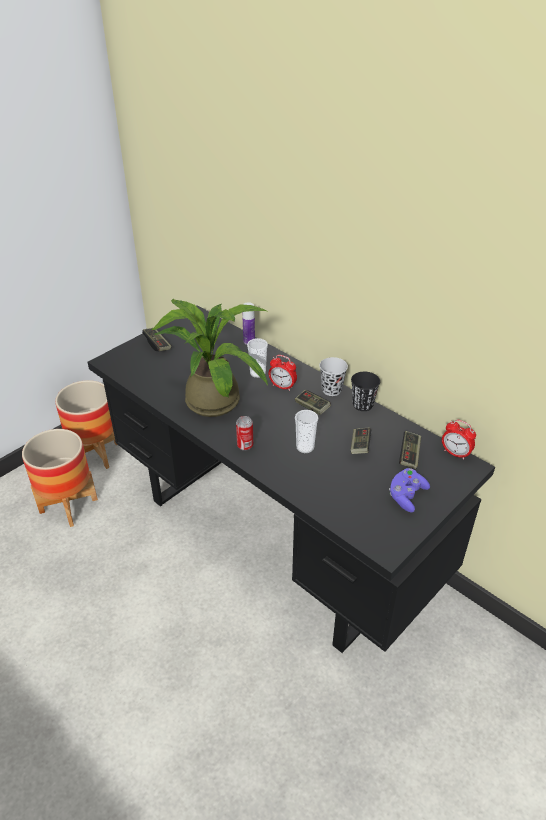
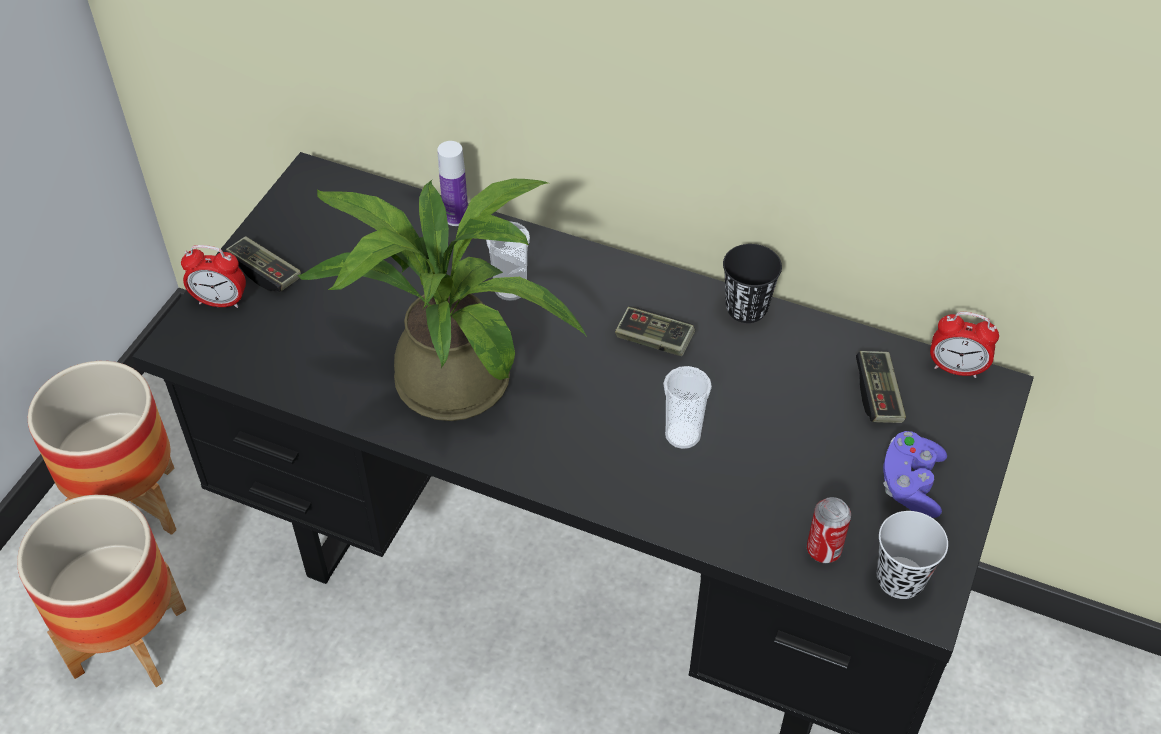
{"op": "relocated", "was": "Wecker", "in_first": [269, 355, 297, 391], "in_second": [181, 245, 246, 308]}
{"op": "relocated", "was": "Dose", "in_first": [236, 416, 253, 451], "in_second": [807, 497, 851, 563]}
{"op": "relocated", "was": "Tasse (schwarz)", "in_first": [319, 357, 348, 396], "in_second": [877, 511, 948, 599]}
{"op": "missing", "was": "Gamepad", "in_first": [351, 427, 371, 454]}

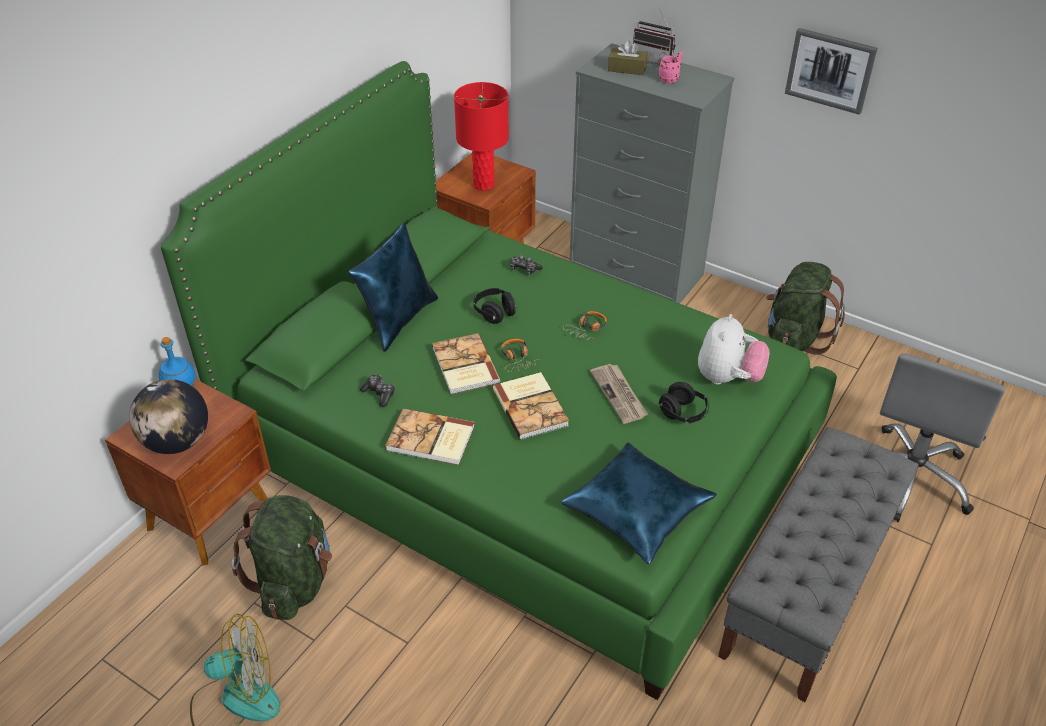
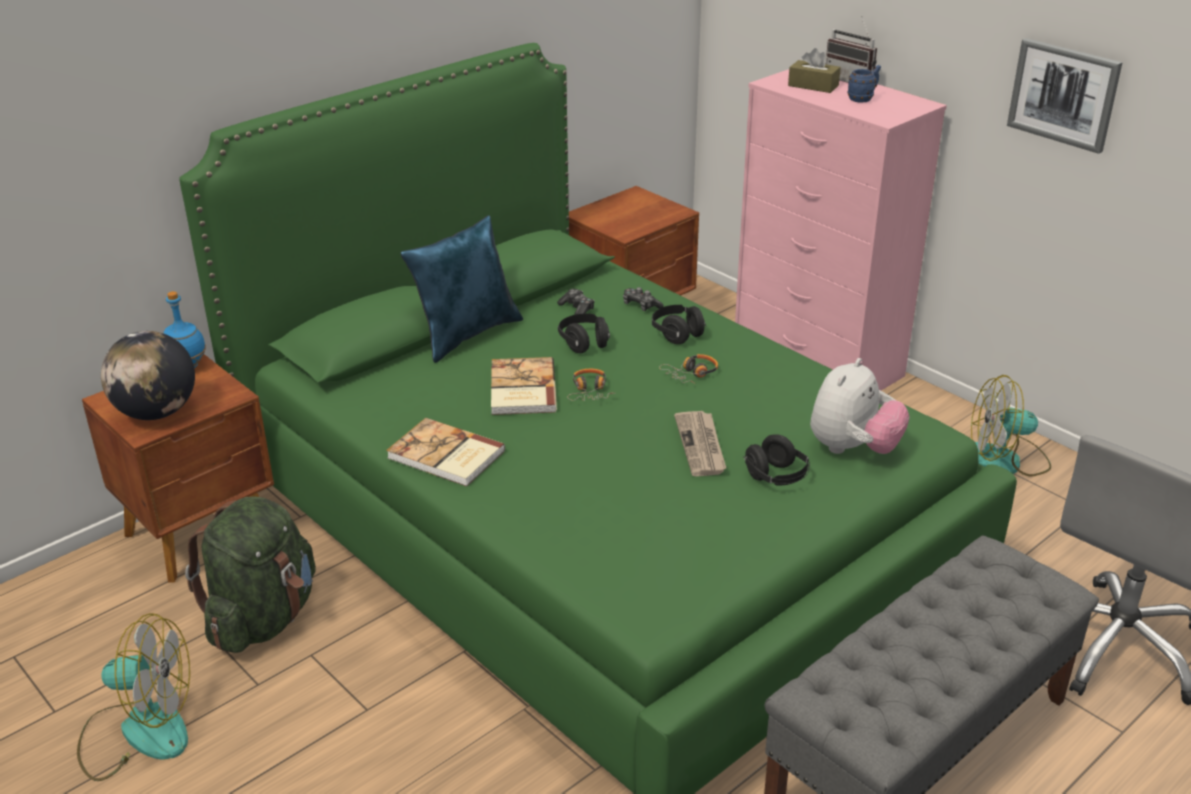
{"op": "relocated", "was": "Gamepad", "in_first": [360, 375, 395, 407], "in_second": [557, 289, 595, 315]}
{"op": "appeared", "now": "Kopfhörer (schwarz)", "in_second": [652, 305, 706, 344]}
{"op": "colour", "was": "Kommode (grau)", "now": "Kommode (rosa)", "in_first": [570, 43, 734, 303], "in_second": [735, 69, 947, 391]}
{"op": "colour", "was": "Henkelbecher (rosa)", "now": "Henkelbecher (blau)", "in_first": [659, 51, 683, 83], "in_second": [848, 65, 881, 103]}
{"op": "exchanged", "was": "Rucksack (grün)", "now": "Ventilator", "in_first": [766, 262, 845, 355], "in_second": [971, 375, 1051, 476]}
{"op": "missing", "was": "Tischlampe (rot)", "in_first": [454, 82, 509, 191]}
{"op": "missing", "was": "Buch", "in_first": [493, 372, 569, 440]}
{"op": "missing", "was": "Kissen (blau)", "in_first": [561, 443, 717, 564]}

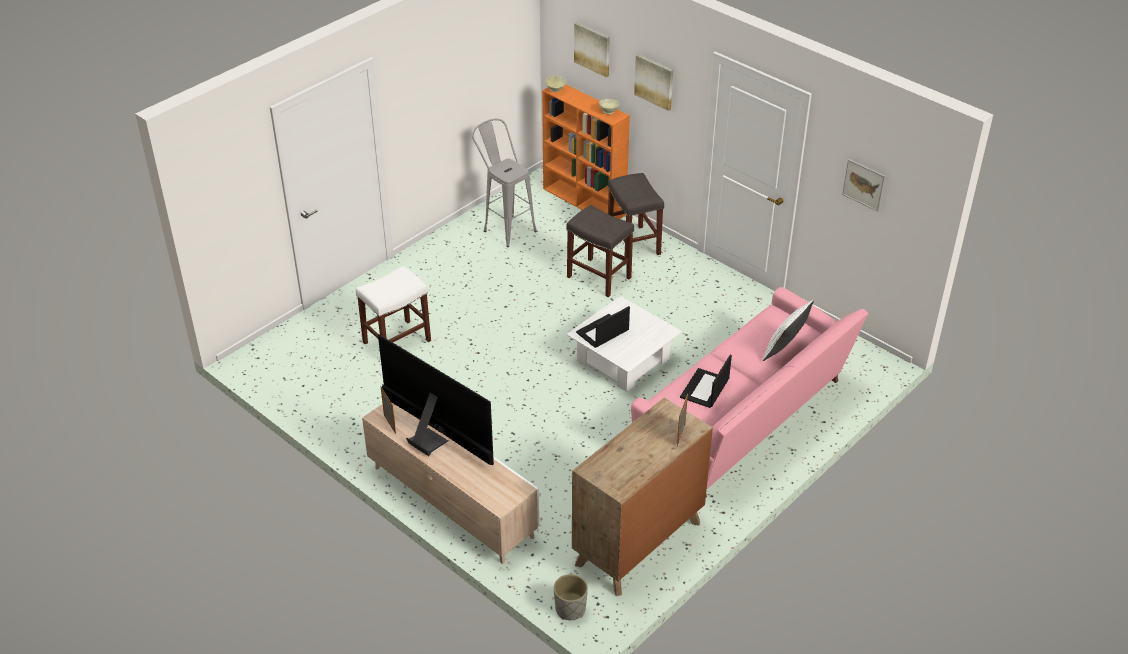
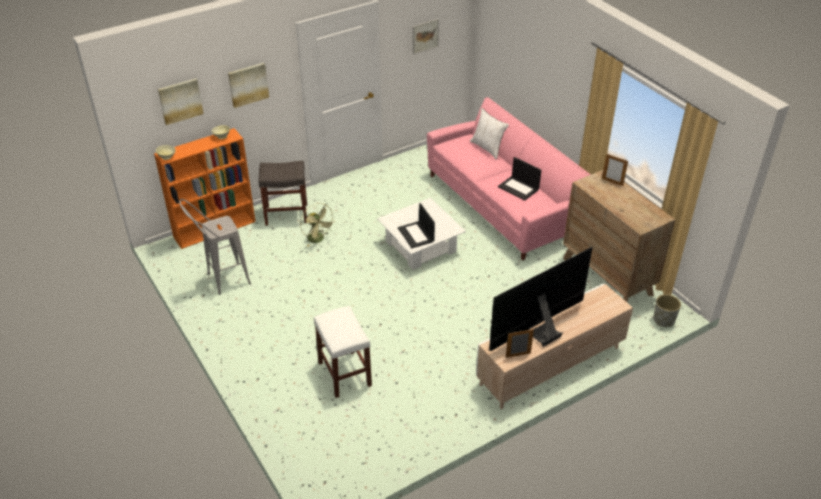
{"op": "exchanged", "was": "Hocker (grau)", "now": "Ventilator (grün)", "in_first": [566, 205, 634, 297], "in_second": [300, 203, 336, 247]}

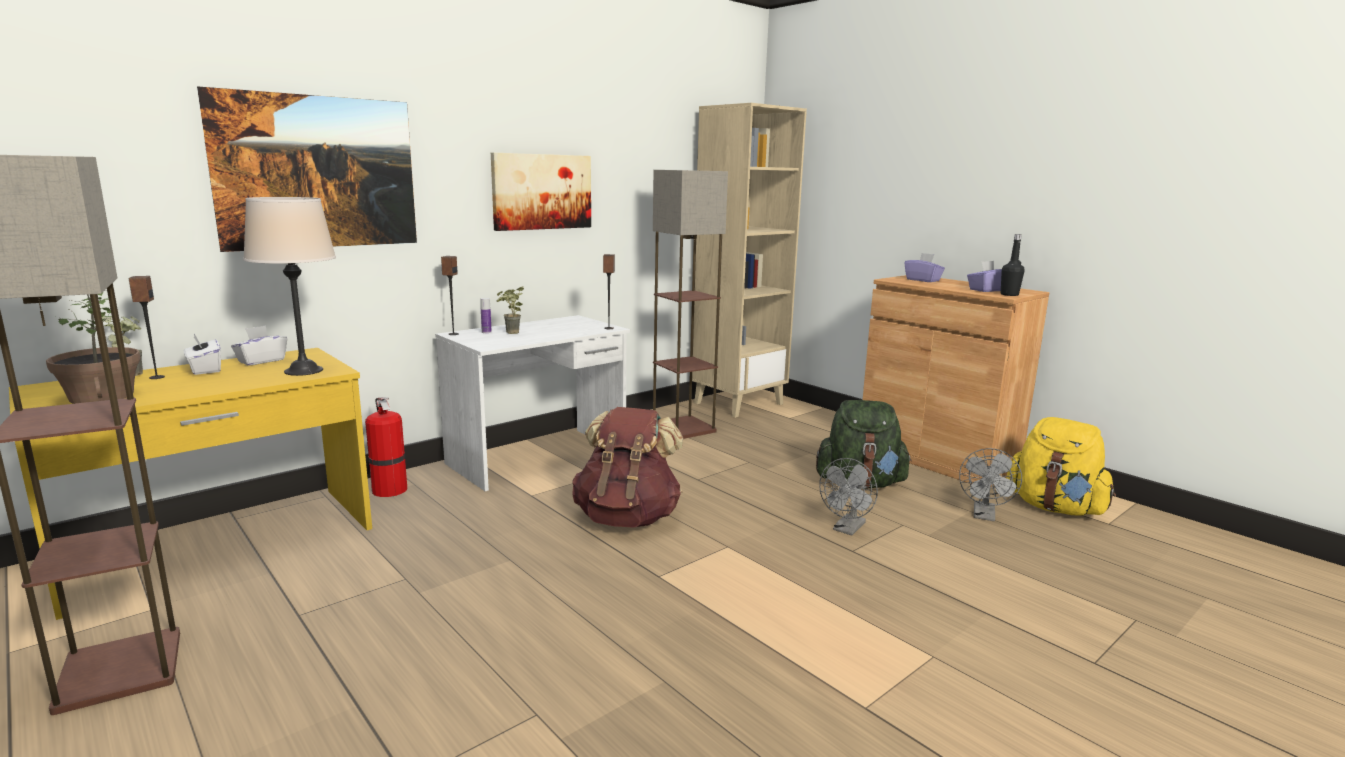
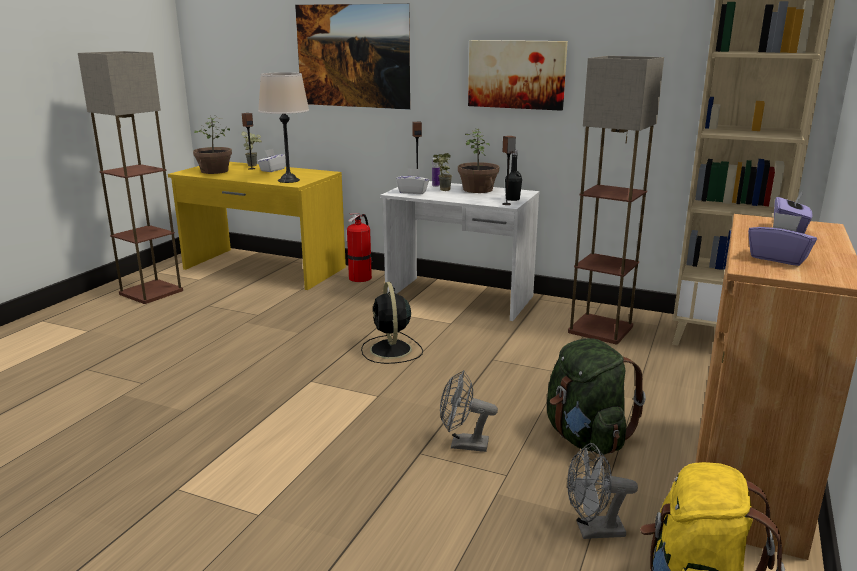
{"op": "exchanged", "was": "Rucksack (braun)", "now": "Ventilator (schwarz)", "in_first": [572, 407, 683, 528], "in_second": [361, 282, 423, 364]}
{"op": "relocated", "was": "Taschentuchbox (weiß)", "in_first": [231, 325, 287, 366], "in_second": [396, 168, 429, 194]}
{"op": "appeared", "now": "Topfpflanze", "in_second": [458, 128, 499, 193]}
{"op": "relocated", "was": "Flasche (schwarz)", "in_first": [1001, 234, 1024, 296], "in_second": [505, 150, 522, 201]}

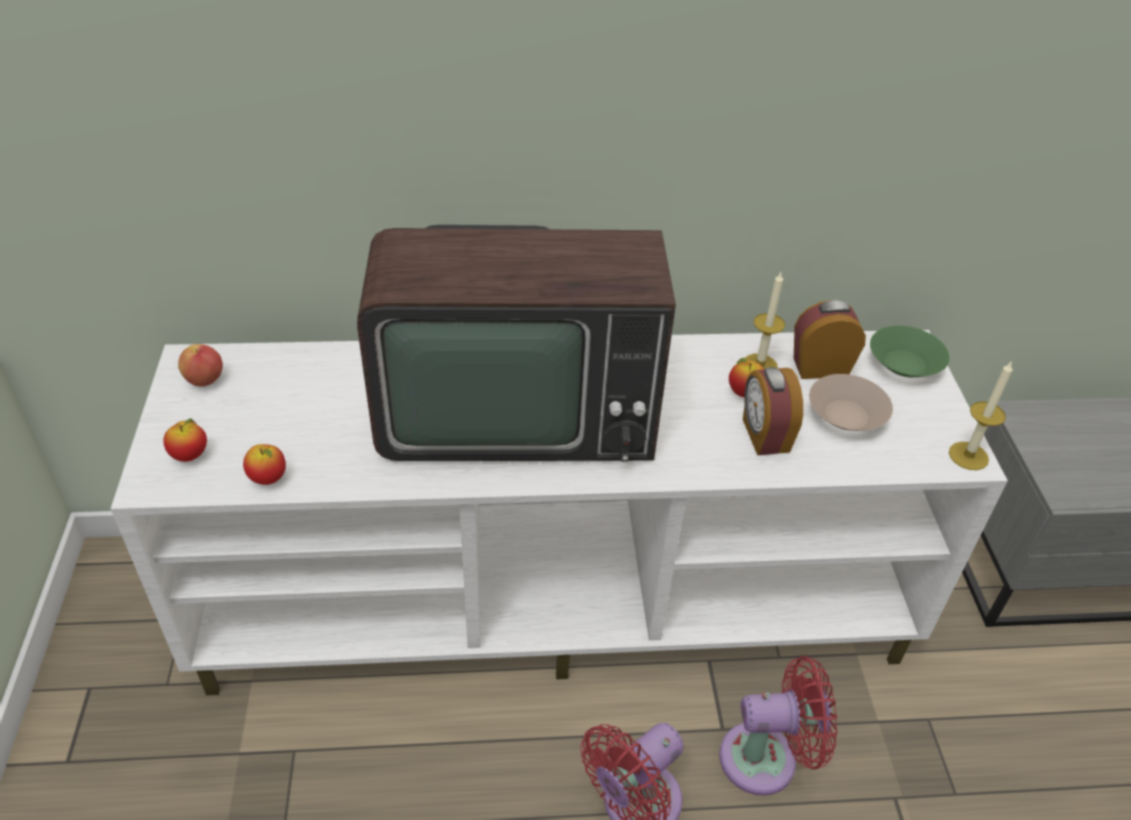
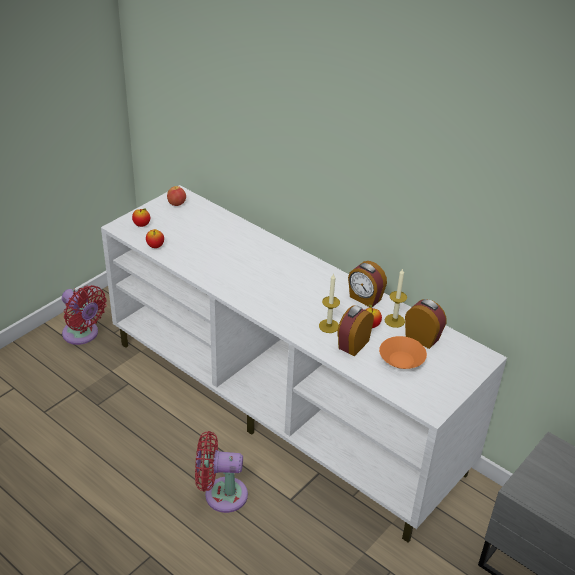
{"op": "relocated", "was": "Ventilator (rot)", "in_first": [719, 656, 838, 796], "in_second": [62, 285, 107, 345]}
{"op": "relocated", "was": "Kerze", "in_first": [949, 361, 1013, 470], "in_second": [319, 273, 340, 333]}
{"op": "appeared", "now": "Wecker", "in_second": [348, 261, 387, 308]}
{"op": "colour", "was": "Schüssel (beige)", "now": "Schüssel (orange)", "in_first": [809, 374, 893, 431], "in_second": [379, 336, 427, 369]}
{"op": "missing", "was": "Fernseher", "in_first": [357, 225, 676, 462]}
{"op": "missing", "was": "Schüssel (grün)", "in_first": [870, 326, 950, 377]}

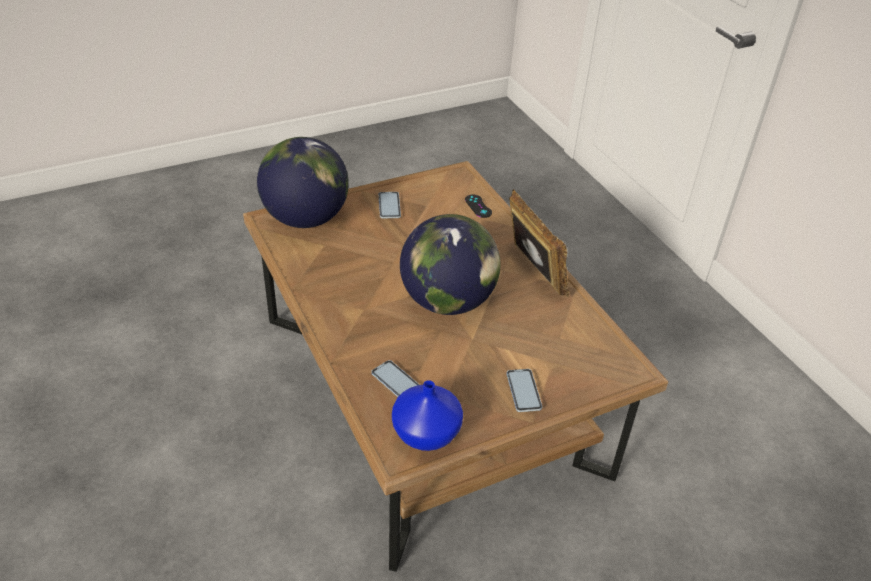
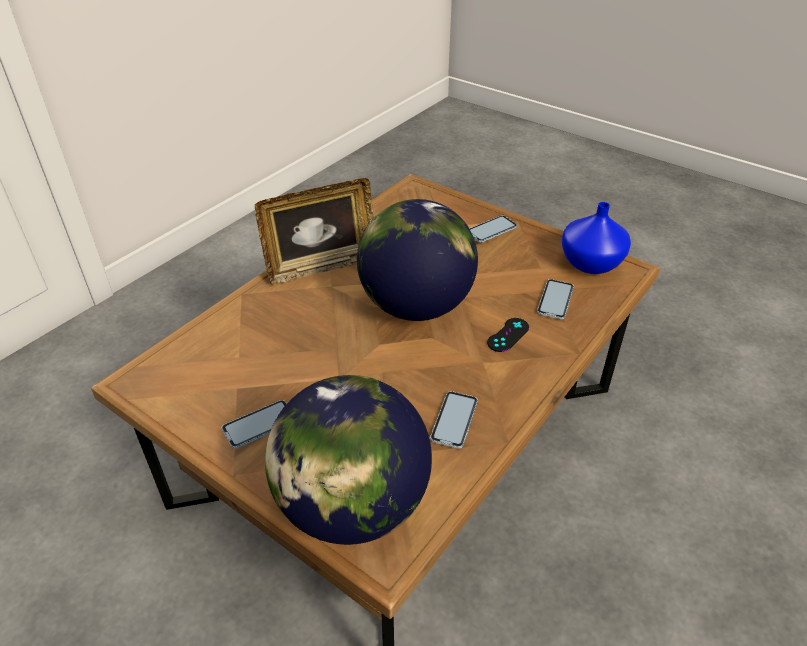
{"op": "spun", "was": "Bilderrahmen", "in_first": [509, 189, 569, 297], "in_second": [255, 178, 374, 284], "clockwise": -150}
{"op": "appeared", "now": "Handy", "in_second": [430, 391, 478, 449]}
{"op": "relocated", "was": "Gamepad (schwarz)", "in_first": [465, 194, 492, 218], "in_second": [487, 318, 529, 352]}

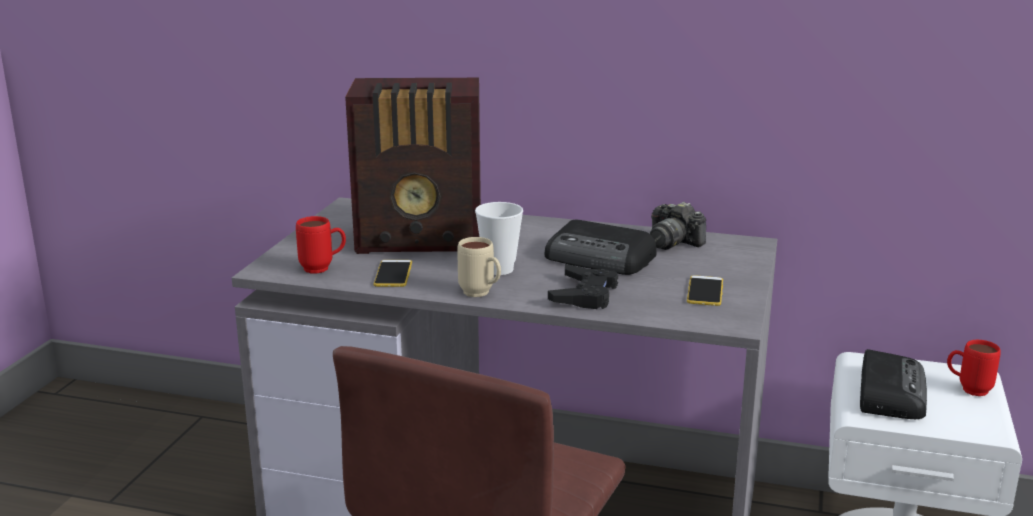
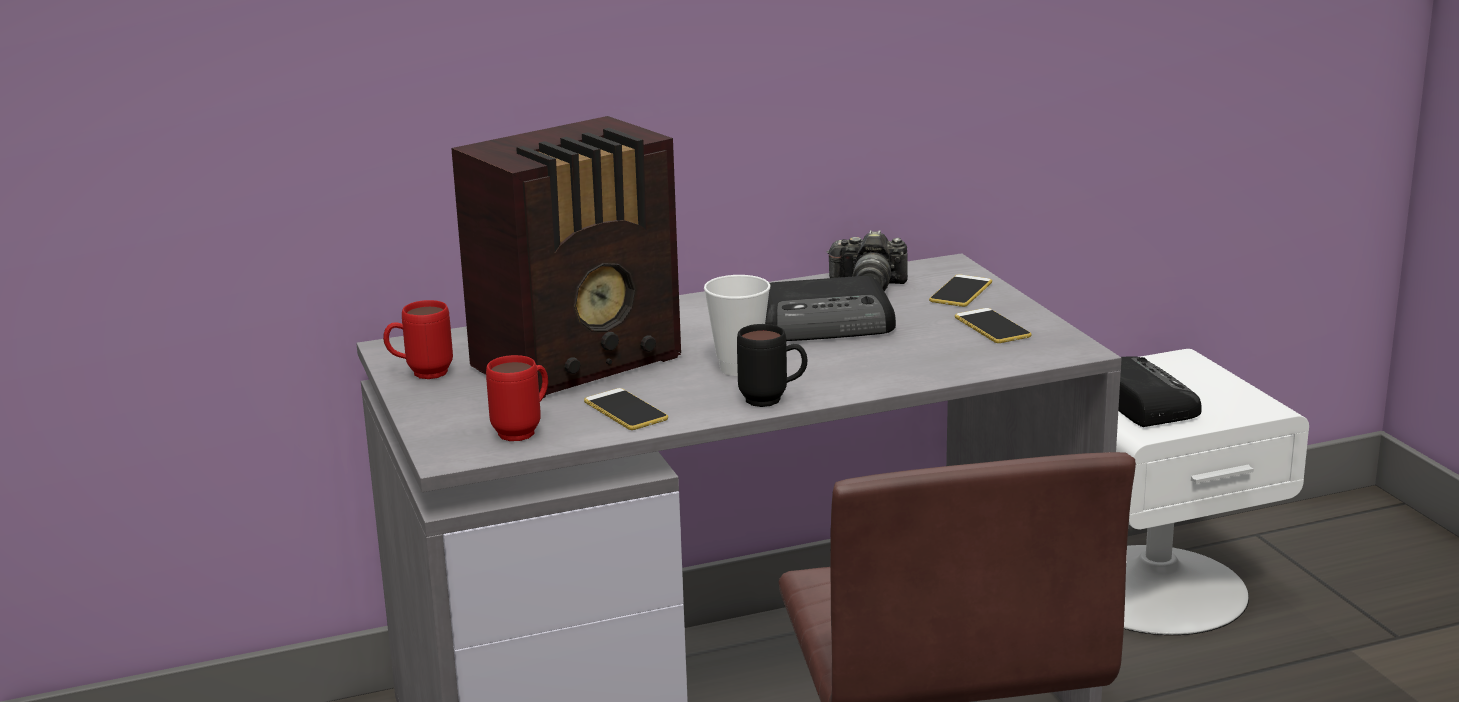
{"op": "relocated", "was": "Henkelbecher (rot)", "in_first": [947, 340, 1001, 396], "in_second": [383, 300, 453, 379]}
{"op": "colour", "was": "Henkelbecher (beige)", "now": "Henkelbecher (schwarz)", "in_first": [457, 237, 501, 297], "in_second": [737, 324, 808, 407]}
{"op": "appeared", "now": "Handy", "in_second": [929, 274, 992, 307]}
{"op": "missing", "was": "Gamepad (schwarz)", "in_first": [548, 264, 618, 309]}

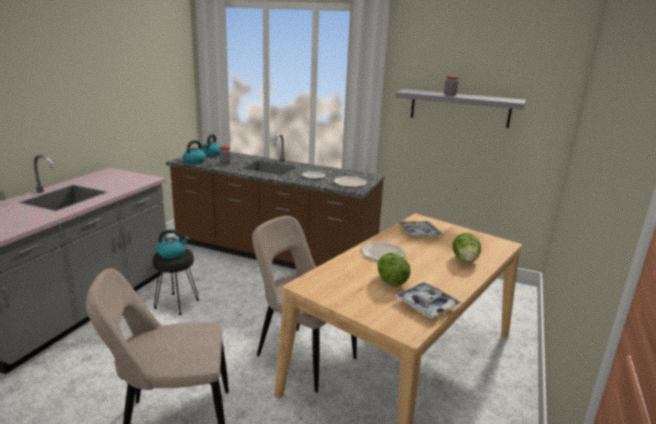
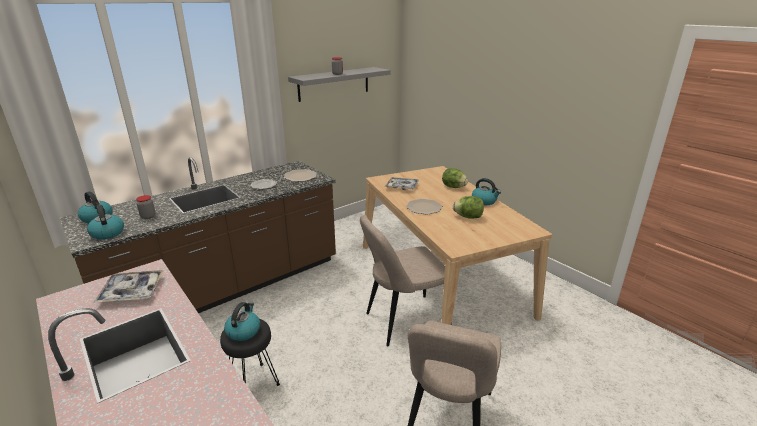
{"op": "relocated", "was": "Tablett", "in_first": [394, 282, 462, 318], "in_second": [93, 270, 164, 303]}
{"op": "appeared", "now": "Wasserkessel", "in_second": [472, 178, 501, 205]}

